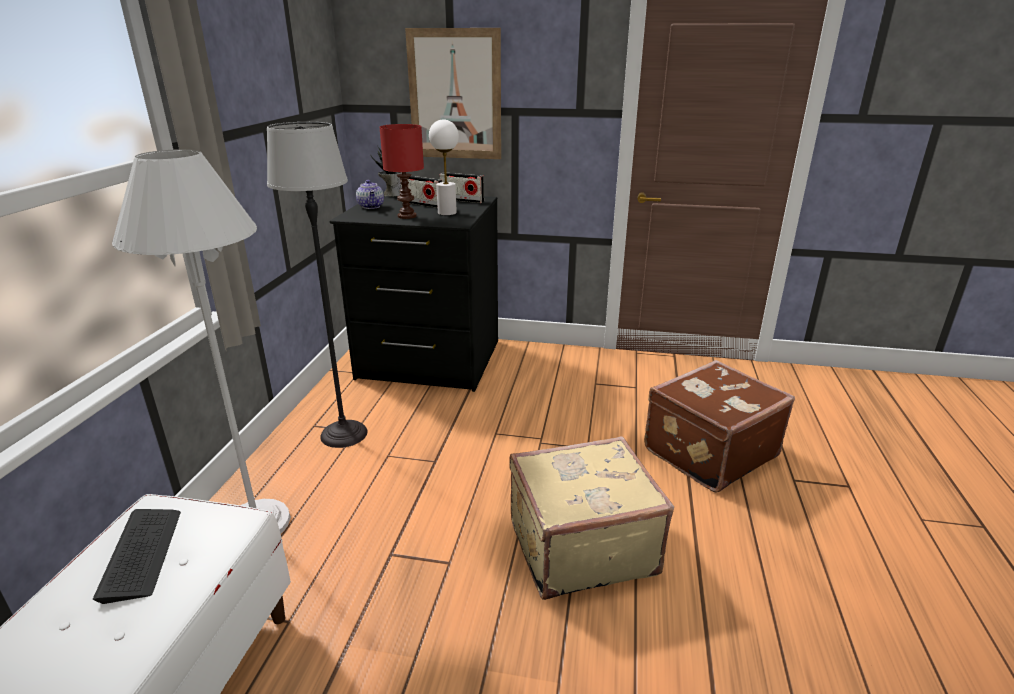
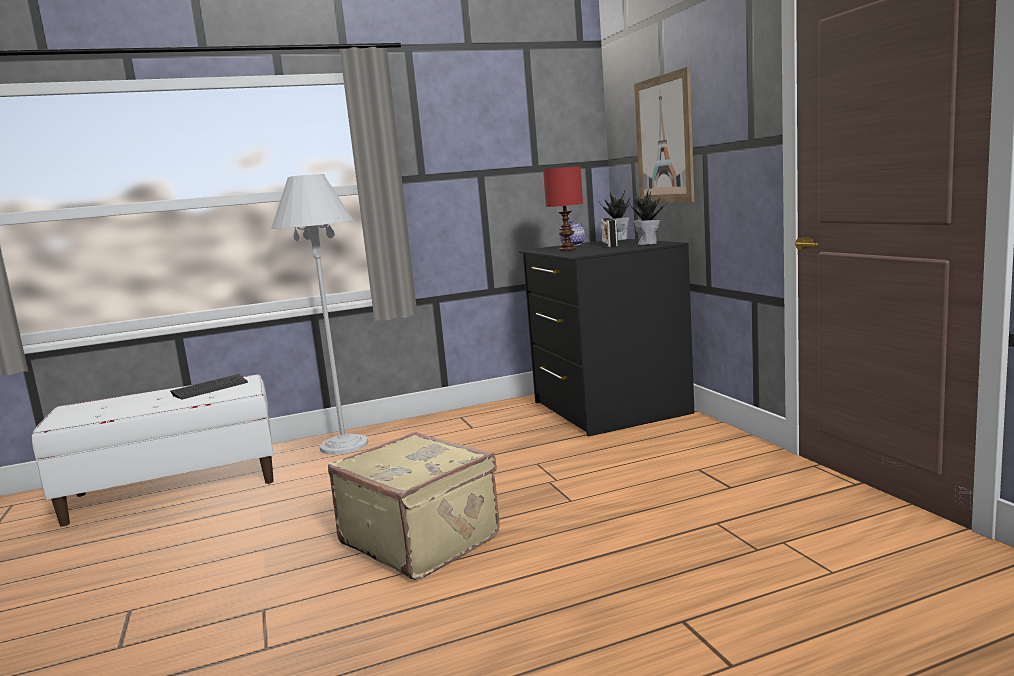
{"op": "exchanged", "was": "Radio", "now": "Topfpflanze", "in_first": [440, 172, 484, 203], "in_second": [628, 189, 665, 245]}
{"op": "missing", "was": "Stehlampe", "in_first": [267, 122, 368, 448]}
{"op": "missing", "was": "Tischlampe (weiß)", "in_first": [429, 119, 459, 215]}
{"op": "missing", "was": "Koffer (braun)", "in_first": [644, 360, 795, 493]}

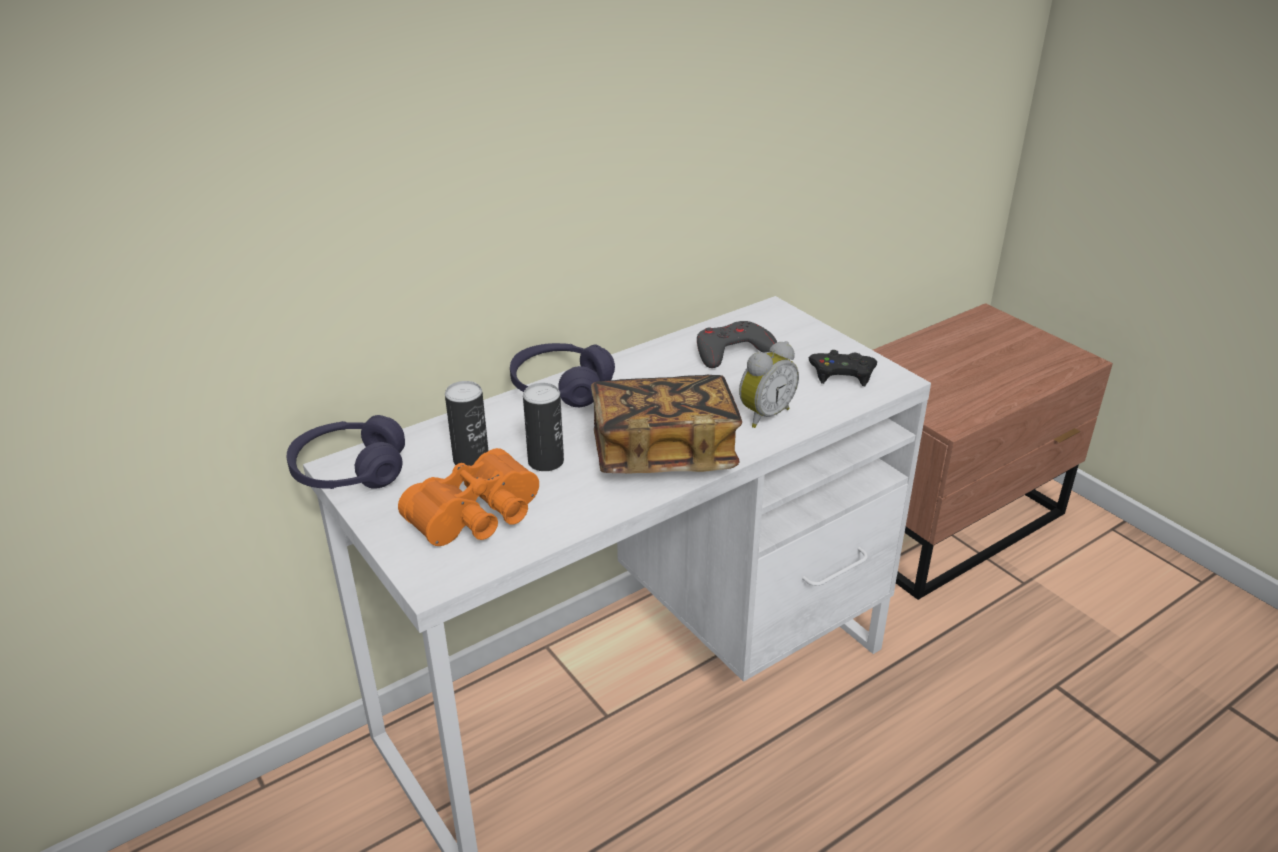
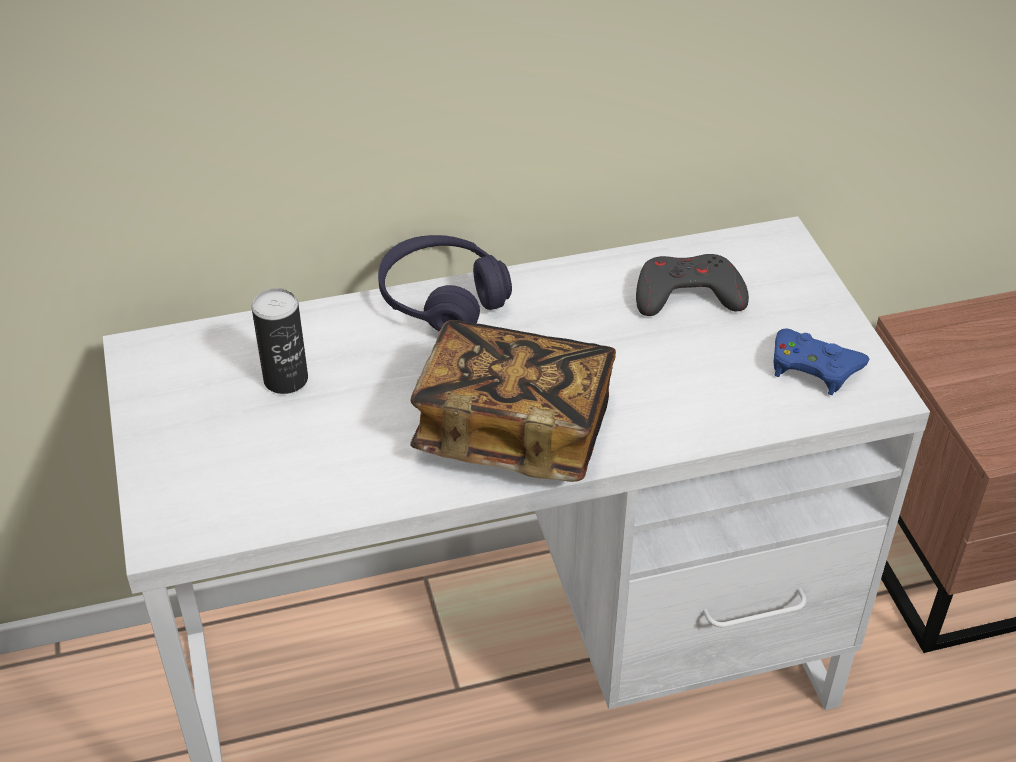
{"op": "colour", "was": "Gamepad (schwarz)", "now": "Gamepad (blau)", "in_first": [809, 350, 877, 386], "in_second": [774, 329, 869, 395]}
{"op": "missing", "was": "Kopfhörer (lila)", "in_first": [287, 415, 405, 489]}
{"op": "missing", "was": "Fernglas (orange)", "in_first": [398, 448, 539, 546]}
{"op": "missing", "was": "Dose", "in_first": [523, 383, 564, 471]}
{"op": "missing", "was": "Wecker", "in_first": [739, 341, 799, 428]}

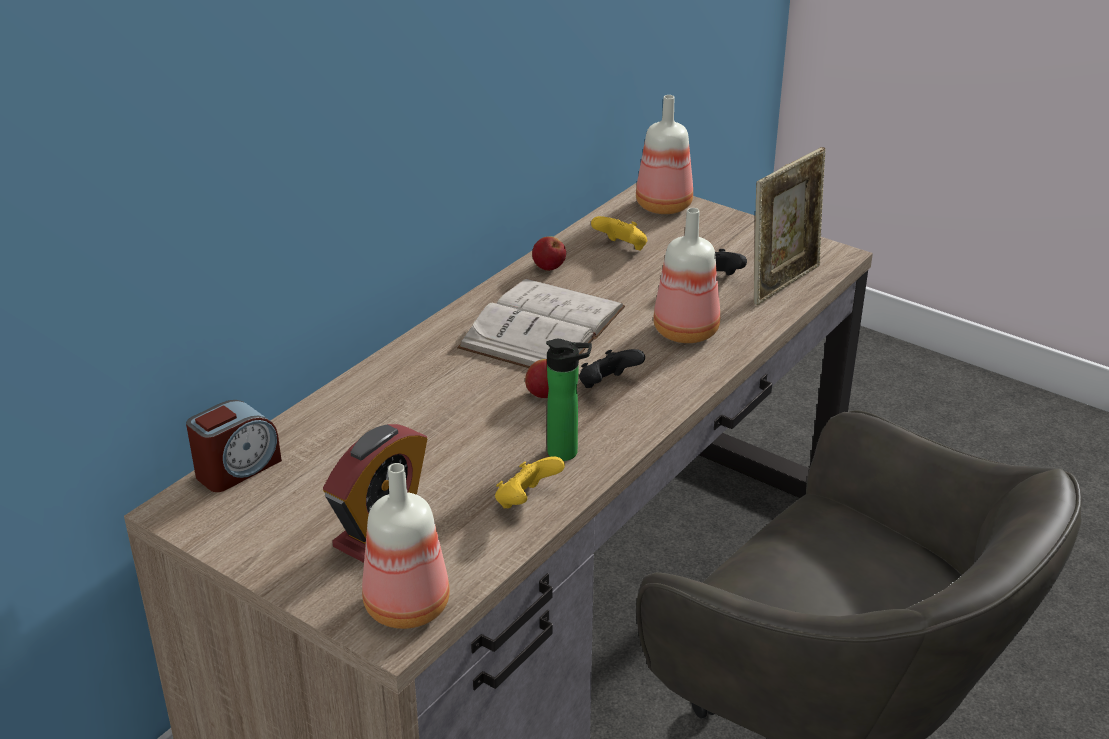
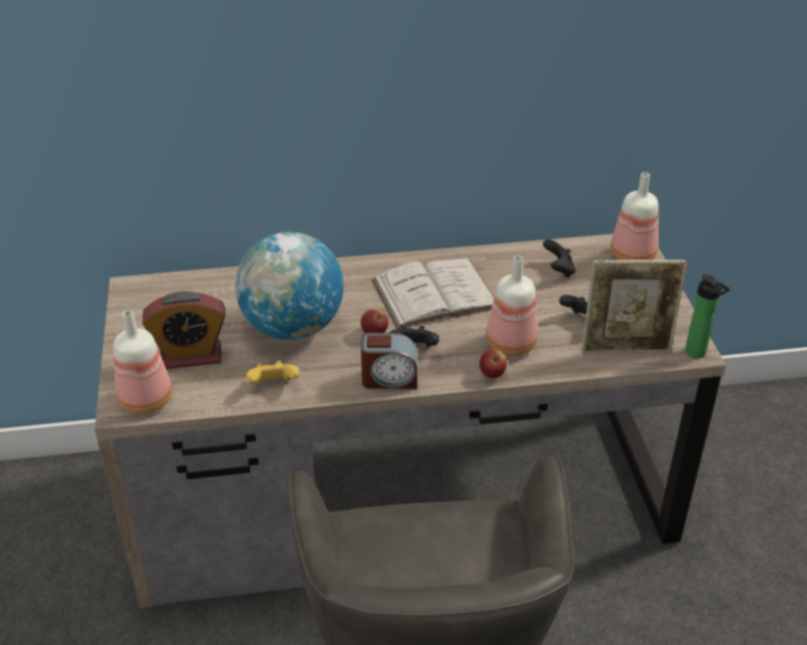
{"op": "appeared", "now": "Globus", "in_second": [235, 232, 344, 340]}
{"op": "relocated", "was": "Wecker", "in_first": [186, 400, 282, 492], "in_second": [361, 333, 417, 389]}
{"op": "relocated", "was": "Apfel", "in_first": [532, 236, 566, 271], "in_second": [479, 349, 507, 378]}
{"op": "colour", "was": "Gamepad (gelb)", "now": "Gamepad (schwarz)", "in_first": [591, 216, 647, 250], "in_second": [543, 239, 576, 278]}
{"op": "relocated", "was": "Flasche", "in_first": [546, 339, 592, 461], "in_second": [685, 274, 730, 358]}

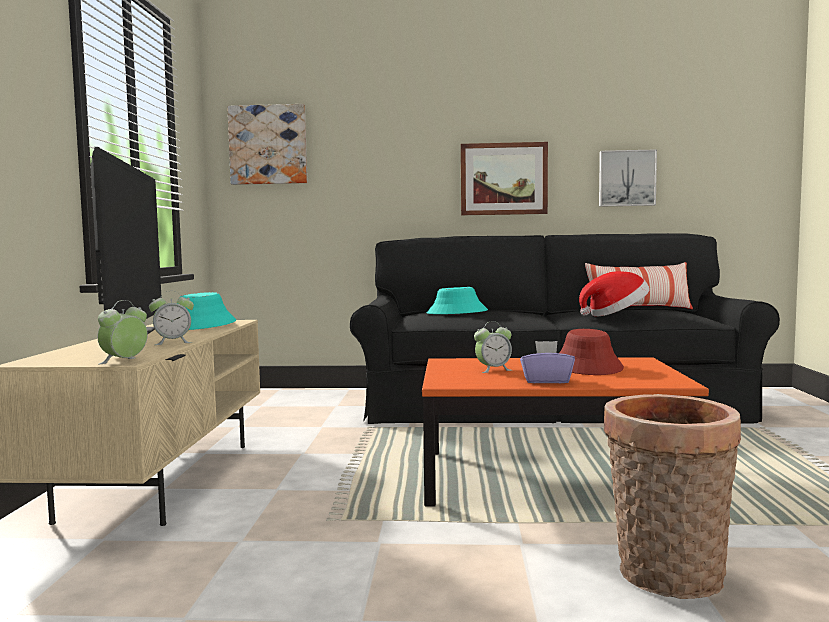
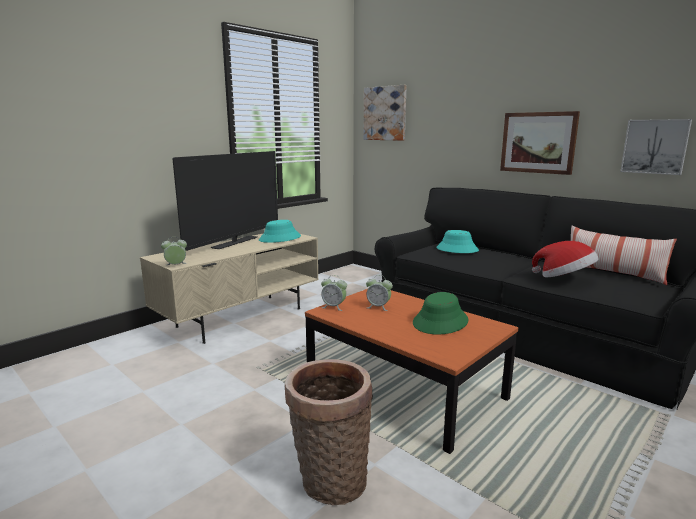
{"op": "relocated", "was": "Wecker", "in_first": [149, 291, 194, 345], "in_second": [321, 275, 347, 311]}
{"op": "colour", "was": "Hut (rot)", "now": "Hut (grün)", "in_first": [559, 329, 624, 375], "in_second": [413, 292, 469, 335]}
{"op": "missing", "was": "Taschentuchbox (lila)", "in_first": [520, 341, 575, 383]}

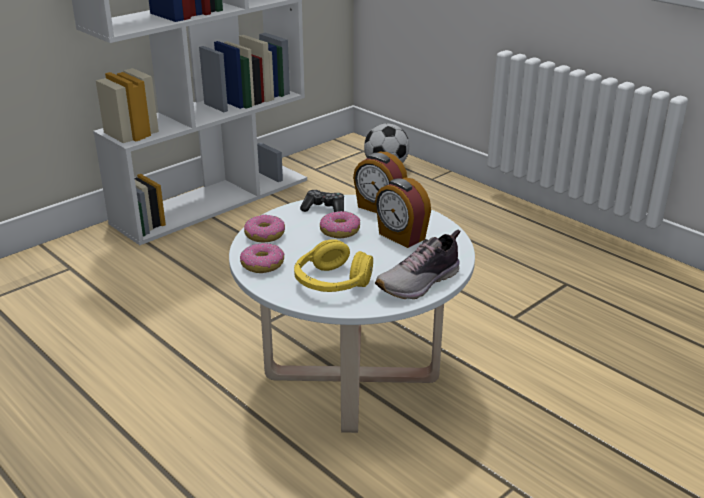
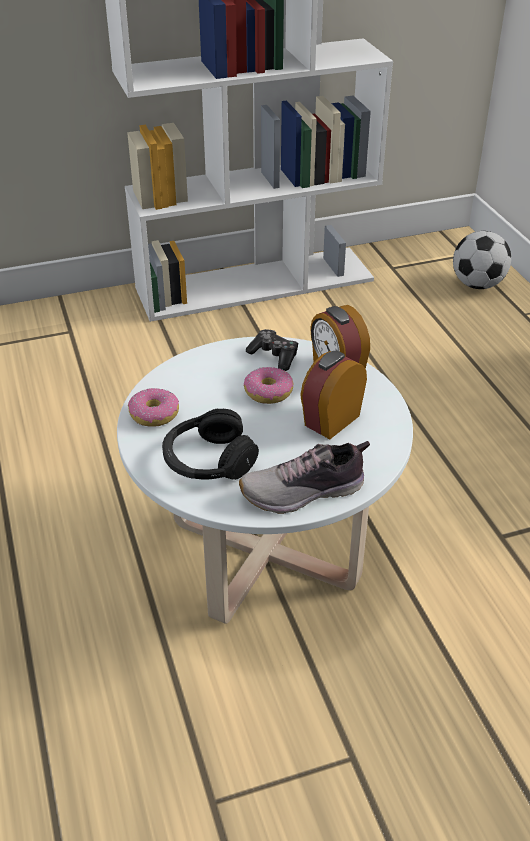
{"op": "colour", "was": "Kopfhörer (gelb)", "now": "Kopfhörer (schwarz)", "in_first": [294, 239, 373, 292], "in_second": [162, 409, 259, 480]}
{"op": "spun", "was": "Wecker", "in_first": [375, 177, 431, 248], "in_second": [300, 351, 367, 439], "clockwise": 60}
{"op": "missing", "was": "Donut", "in_first": [244, 215, 285, 242]}

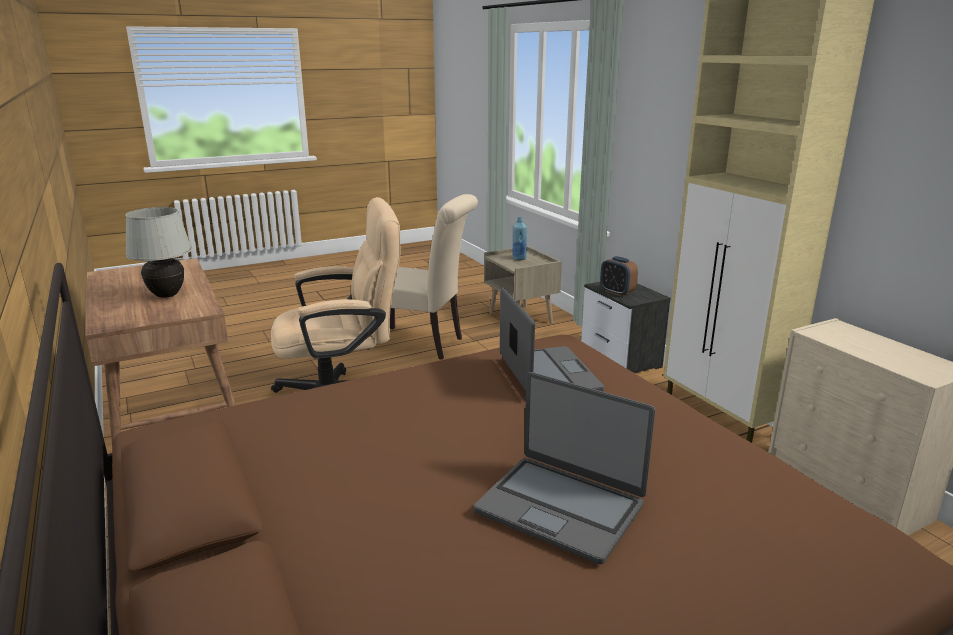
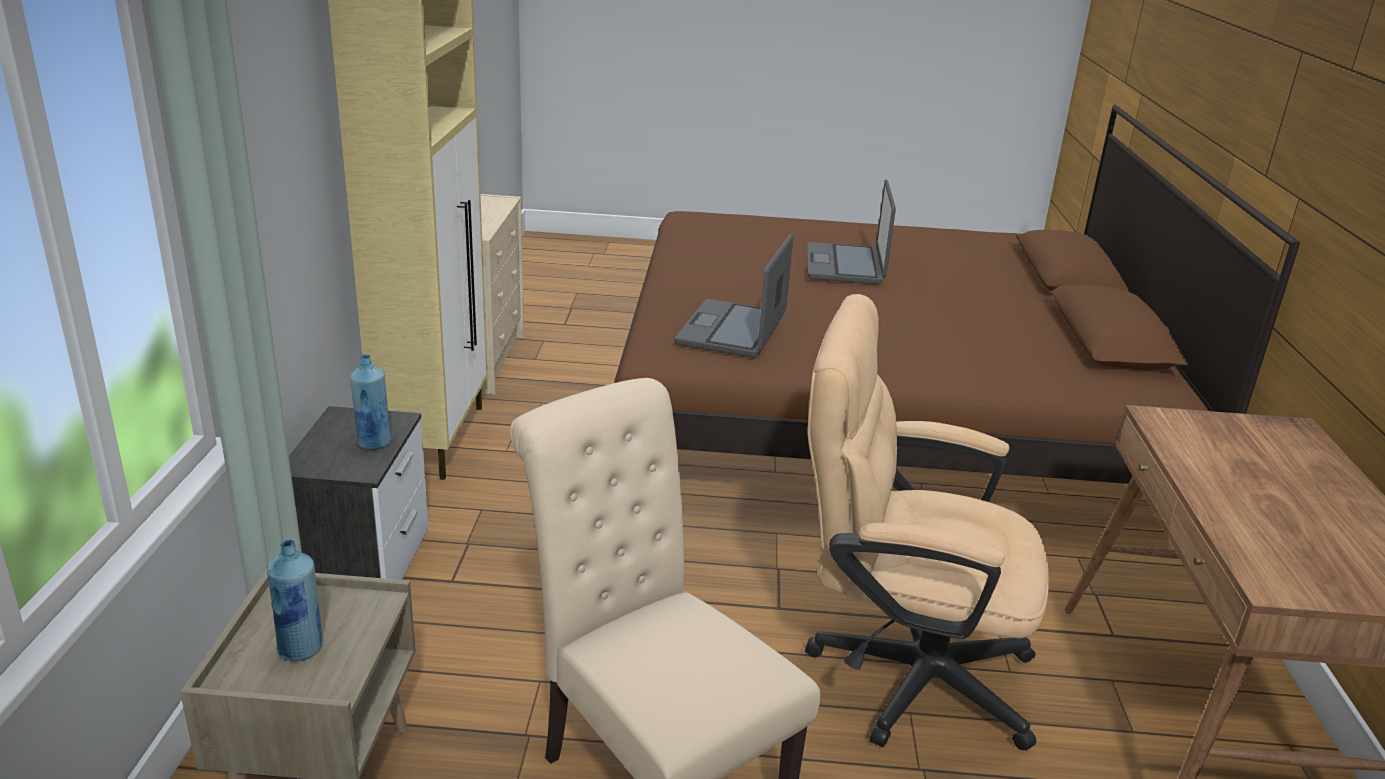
{"op": "exchanged", "was": "Wecker", "now": "Flasche (blau)", "in_first": [600, 256, 638, 296], "in_second": [350, 354, 392, 450]}
{"op": "spun", "was": "Laptop", "in_first": [474, 372, 655, 564], "in_second": [807, 180, 896, 284], "clockwise": -150}
{"op": "missing", "was": "Tischlampe (weiß)", "in_first": [125, 207, 192, 298]}

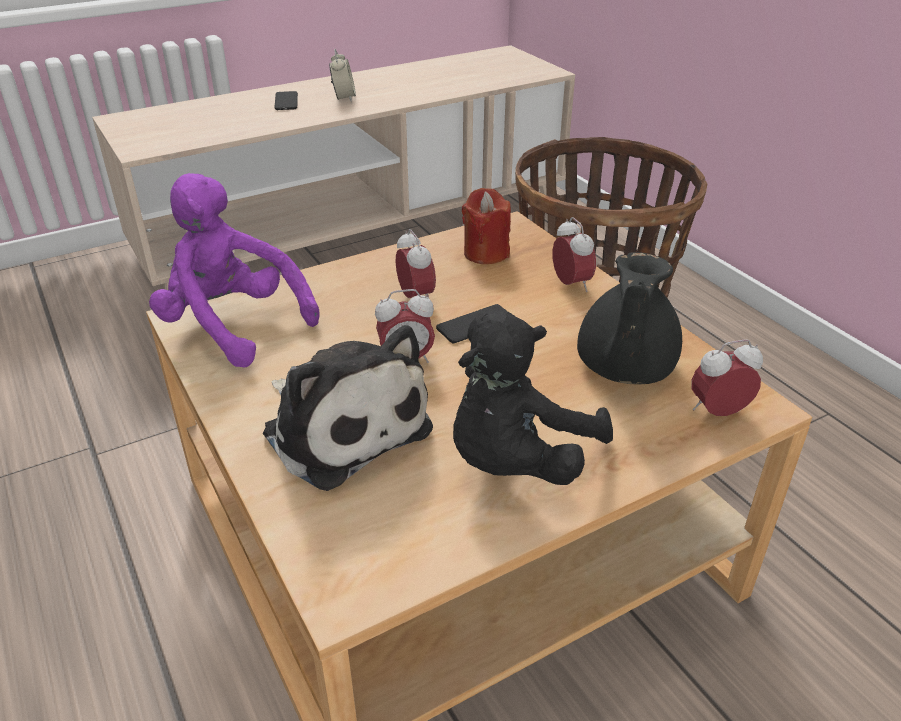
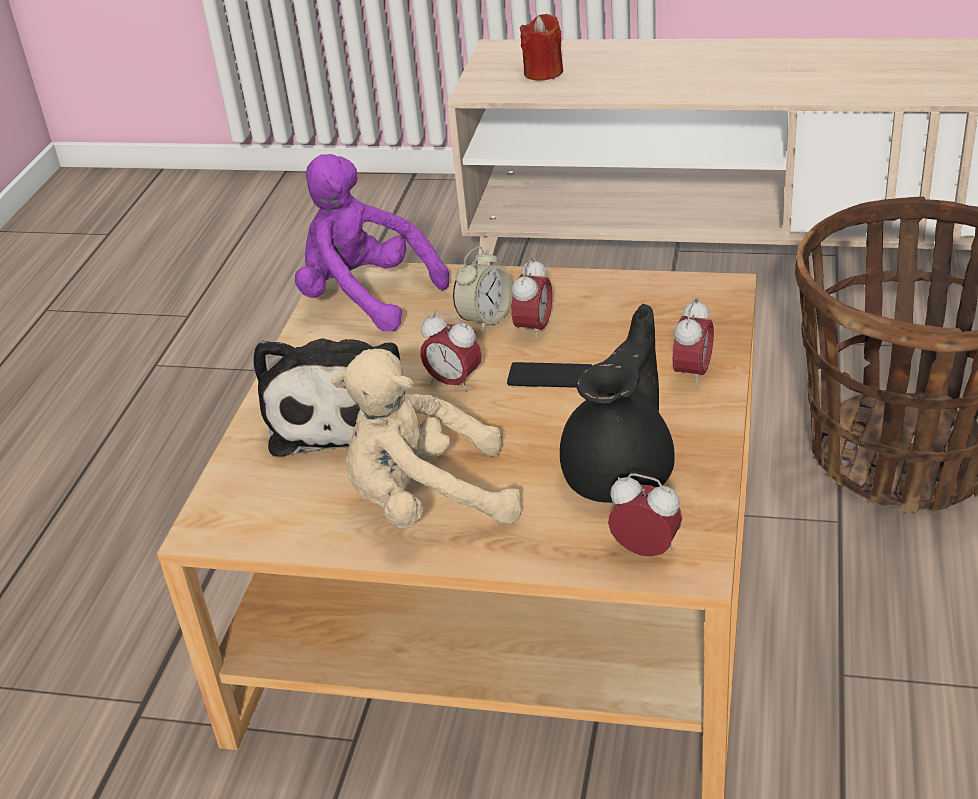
{"op": "spun", "was": "Plüschtier (lila)", "in_first": [149, 173, 320, 368], "in_second": [295, 154, 449, 332], "clockwise": -45}
{"op": "colour", "was": "Plüschtier (schwarz)", "now": "Plüschtier (beige)", "in_first": [453, 310, 613, 485], "in_second": [331, 349, 522, 529]}
{"op": "relocated", "was": "Wecker", "in_first": [329, 49, 356, 102], "in_second": [453, 246, 512, 332]}
{"op": "relocated", "was": "Kerze (rot)", "in_first": [462, 188, 511, 264], "in_second": [520, 14, 563, 80]}
{"op": "spun", "was": "Teekanne (schwarz)", "in_first": [577, 252, 682, 384], "in_second": [560, 304, 675, 503], "clockwise": 150}
{"op": "missing", "was": "Handy", "in_first": [274, 91, 298, 110]}

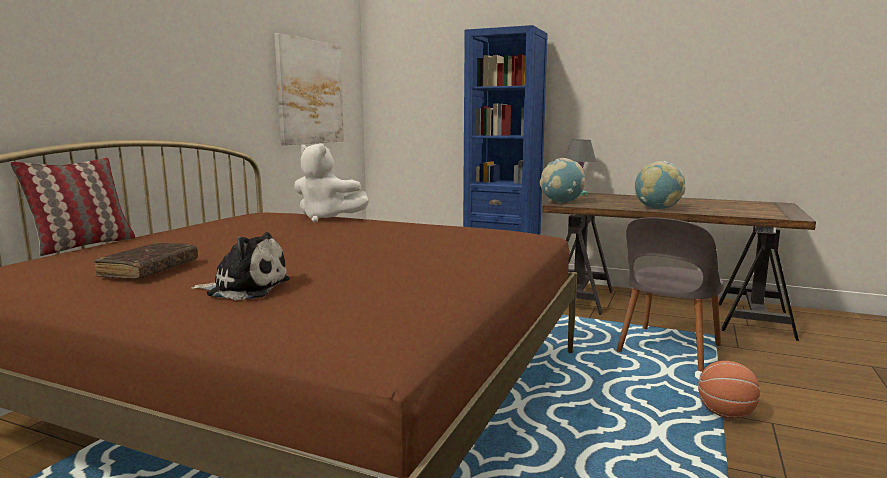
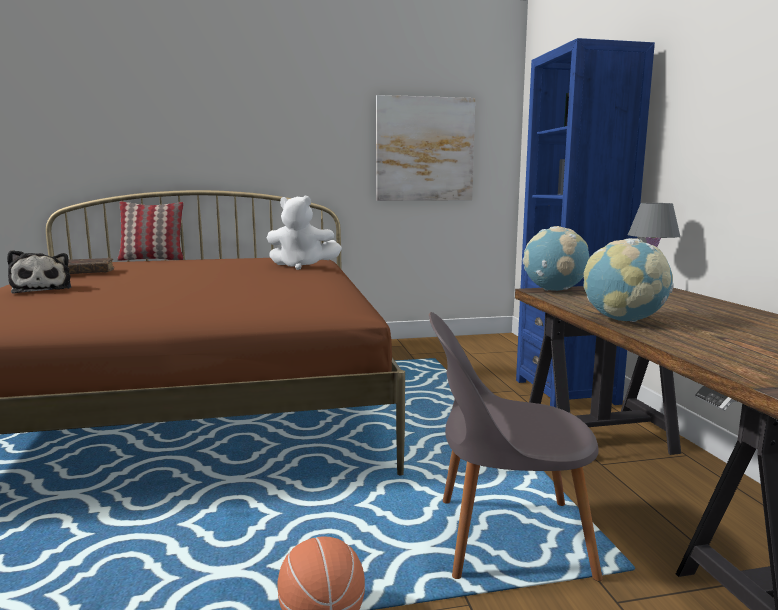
{"op": "spun", "was": "Plüschtier (weiß)", "in_first": [294, 143, 369, 222], "in_second": [267, 196, 342, 270], "clockwise": -75}

